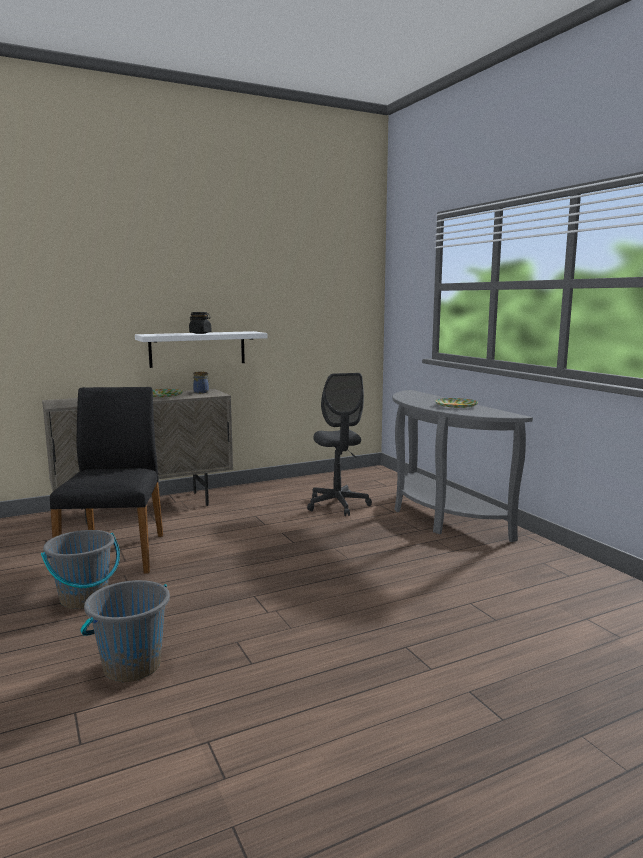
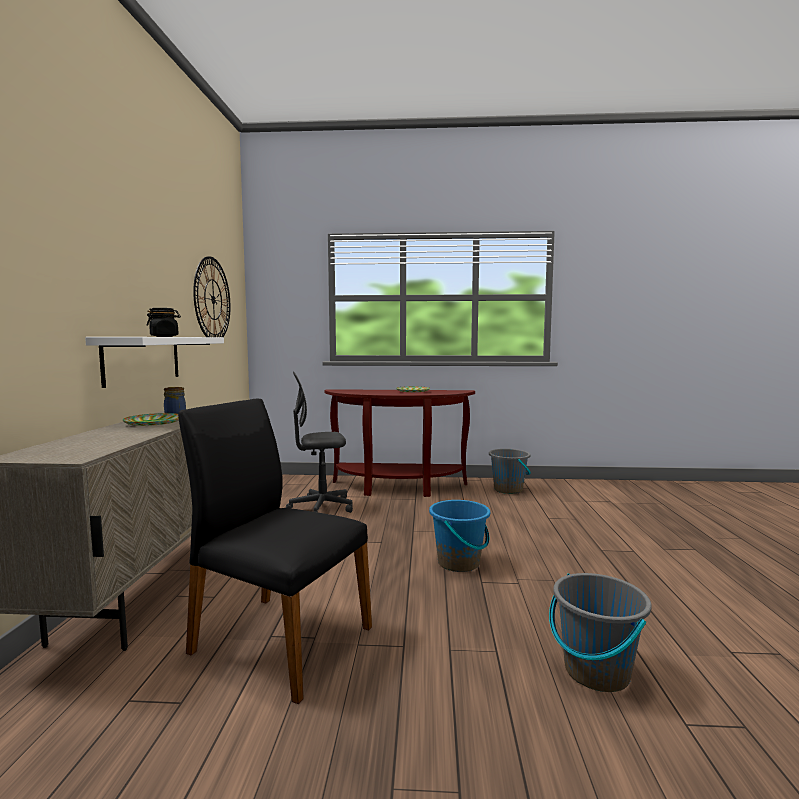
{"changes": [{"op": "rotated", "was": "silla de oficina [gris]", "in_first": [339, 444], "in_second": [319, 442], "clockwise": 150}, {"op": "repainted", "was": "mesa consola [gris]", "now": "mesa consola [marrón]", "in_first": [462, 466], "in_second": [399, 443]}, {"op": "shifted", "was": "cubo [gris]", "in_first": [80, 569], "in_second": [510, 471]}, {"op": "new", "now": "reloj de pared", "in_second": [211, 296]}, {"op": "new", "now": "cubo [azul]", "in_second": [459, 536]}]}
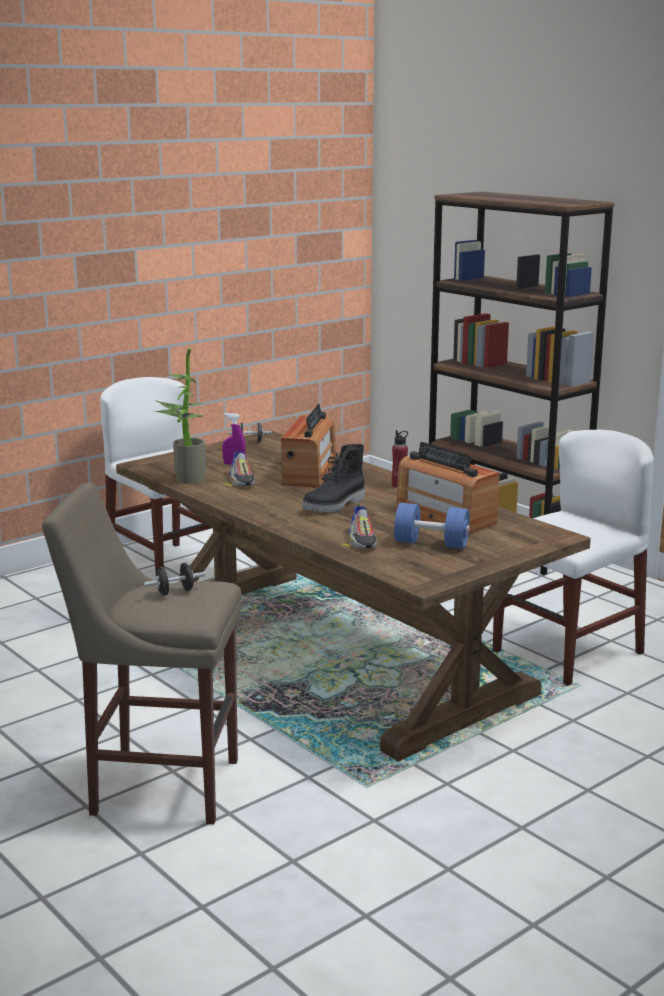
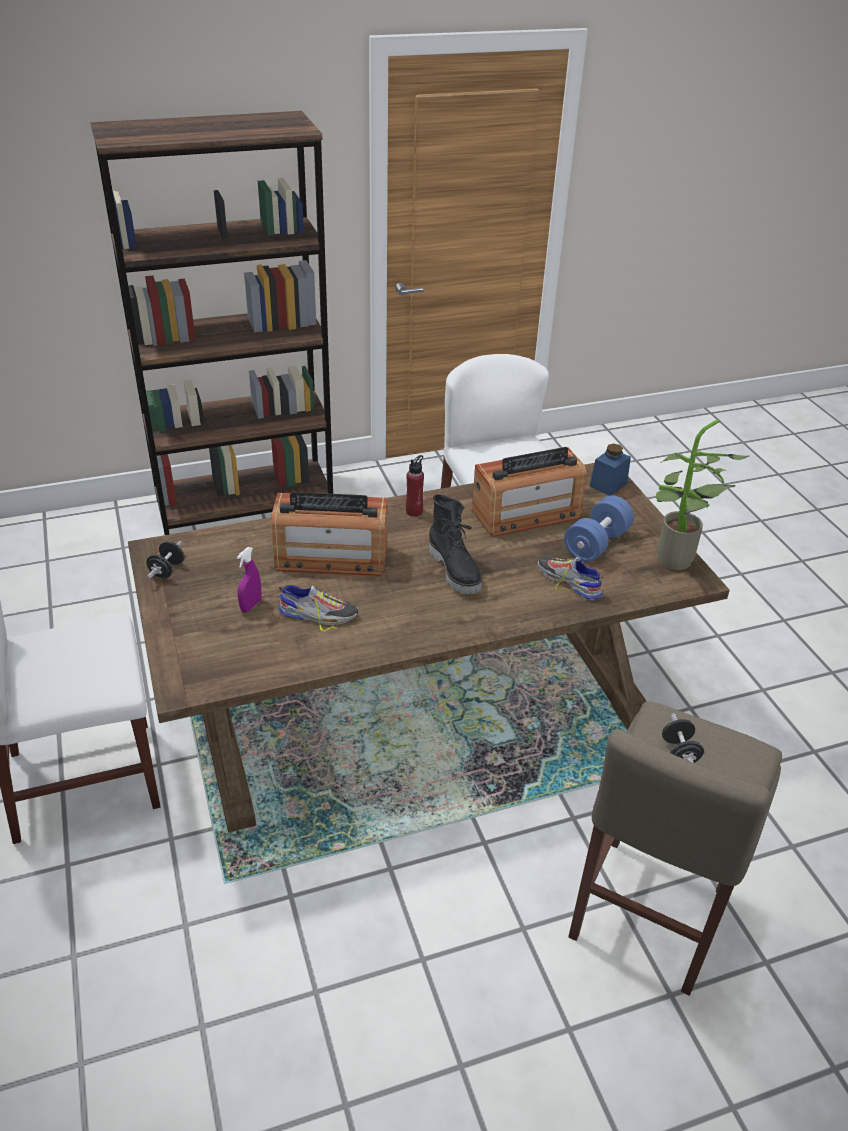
{"changes": [{"op": "shifted", "was": "planta en maceta", "in_first": [180, 415], "in_second": [703, 494]}, {"op": "rotated", "was": "radio", "in_first": [309, 445], "in_second": [329, 534], "clockwise": 150}, {"op": "rotated", "was": "zapato", "in_first": [361, 526], "in_second": [570, 578], "clockwise": -150}, {"op": "new", "now": "tarro [azul]", "in_second": [610, 470]}]}
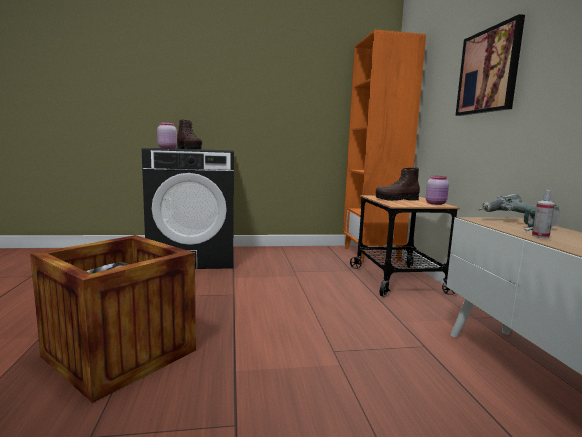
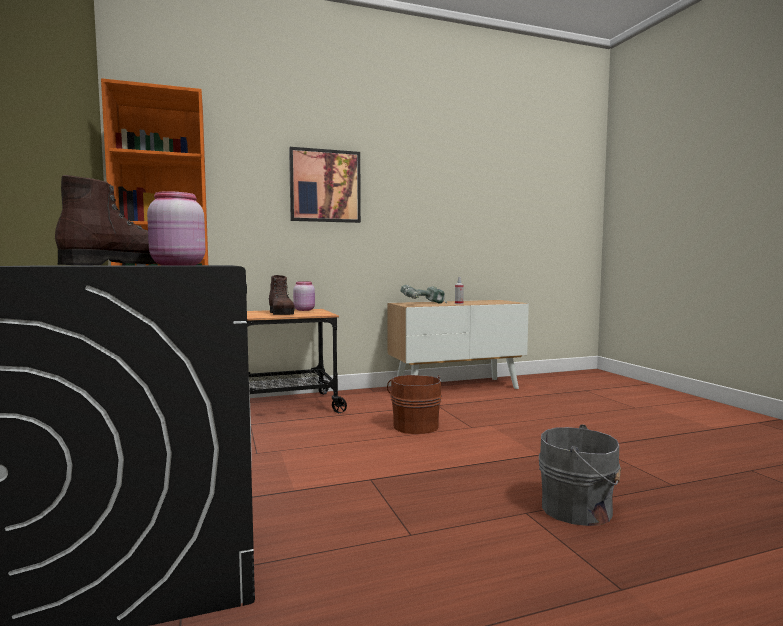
{"changes": [{"op": "swapped", "was": "caja de embalaje", "now": "cubo [gris]", "in_first": [113, 319], "in_second": [580, 475]}, {"op": "new", "now": "cubo [marrón]", "in_second": [414, 404]}]}
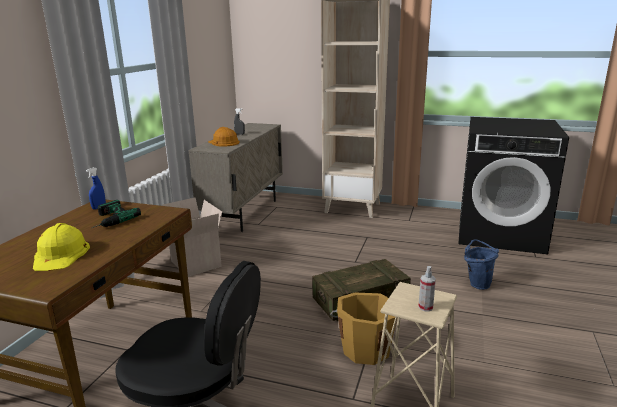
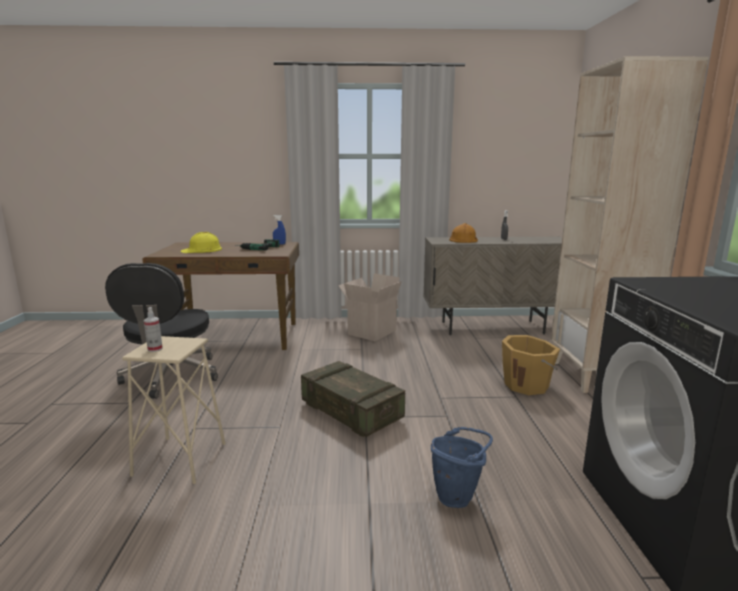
{"changes": [{"op": "shifted", "was": "cubo [naranja]", "in_first": [364, 328], "in_second": [531, 365]}]}
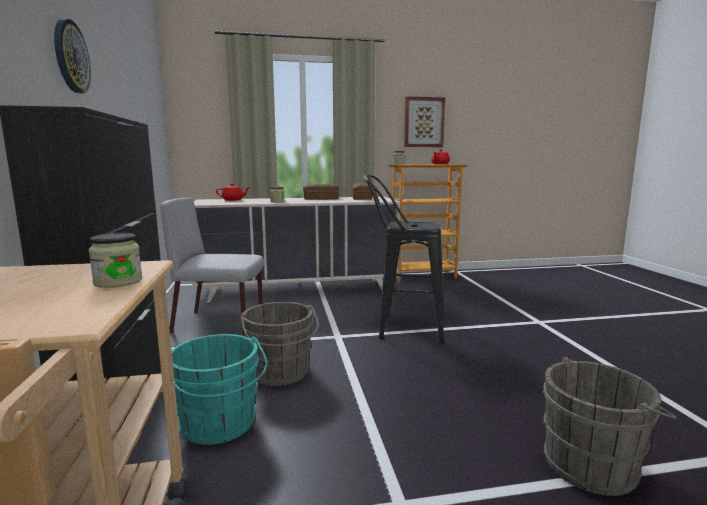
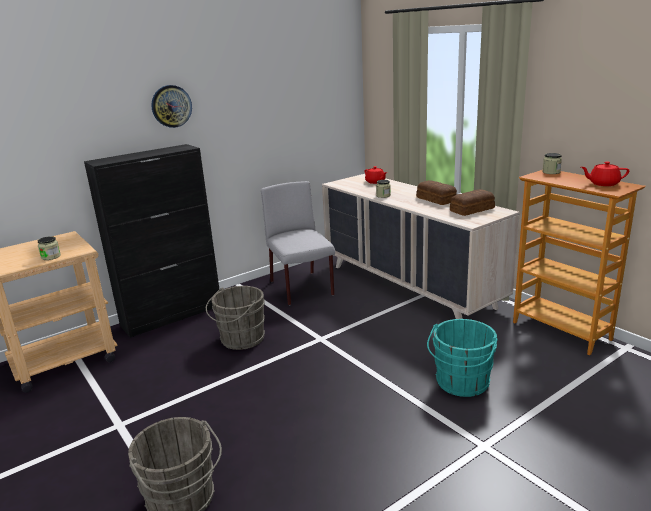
{"changes": [{"op": "gone", "was": "cuadro", "in_first": [424, 121]}, {"op": "gone", "was": "taburete [negro]", "in_first": [404, 259]}, {"op": "shifted", "was": "cubo [turquesa]", "in_first": [219, 389], "in_second": [462, 358]}]}
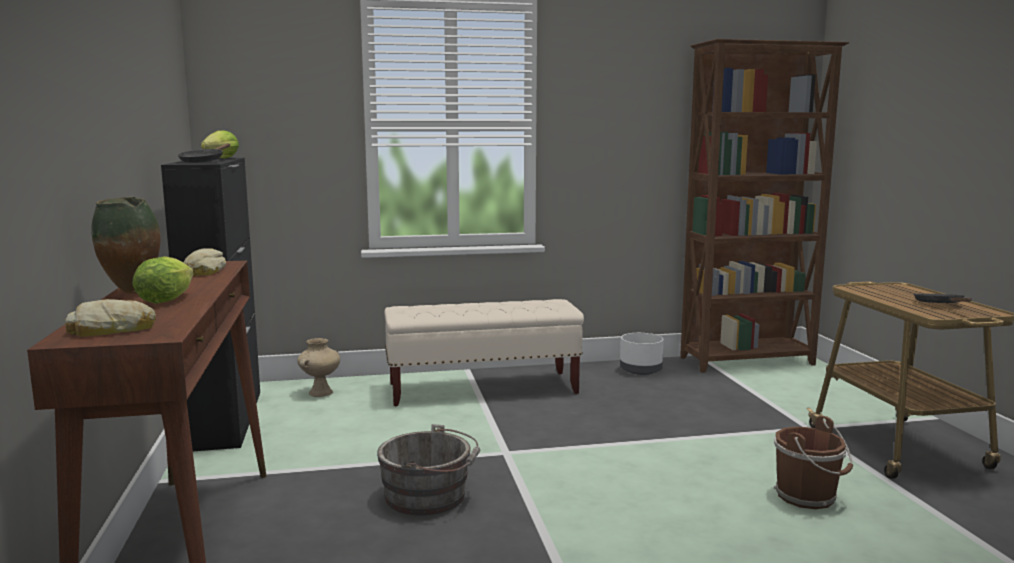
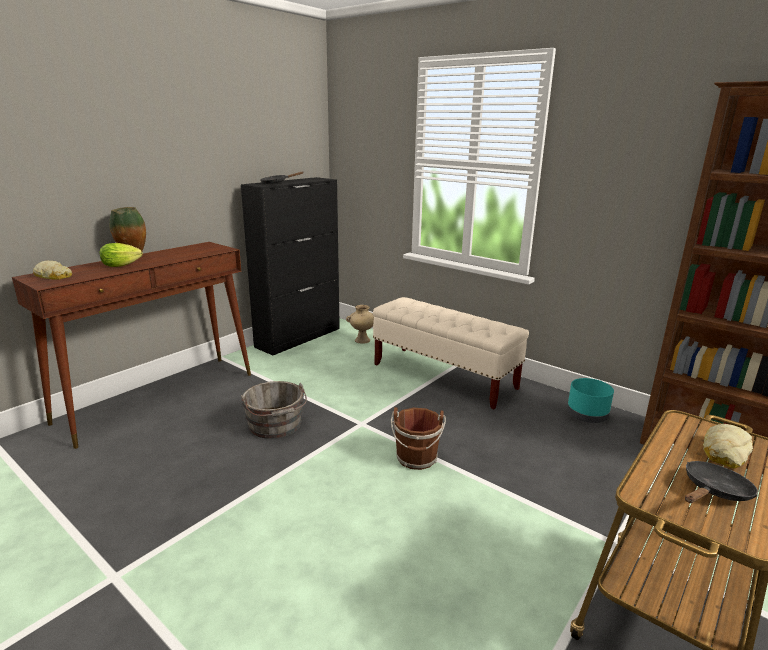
{"changes": [{"op": "gone", "was": "lechuga", "in_first": [220, 144]}, {"op": "shifted", "was": "pan", "in_first": [204, 262], "in_second": [728, 446]}, {"op": "repainted", "was": "maceta [blanco]", "now": "maceta [turquesa]", "in_first": [642, 354], "in_second": [590, 400]}, {"op": "shifted", "was": "cubo [marrón]", "in_first": [813, 462], "in_second": [418, 438]}]}
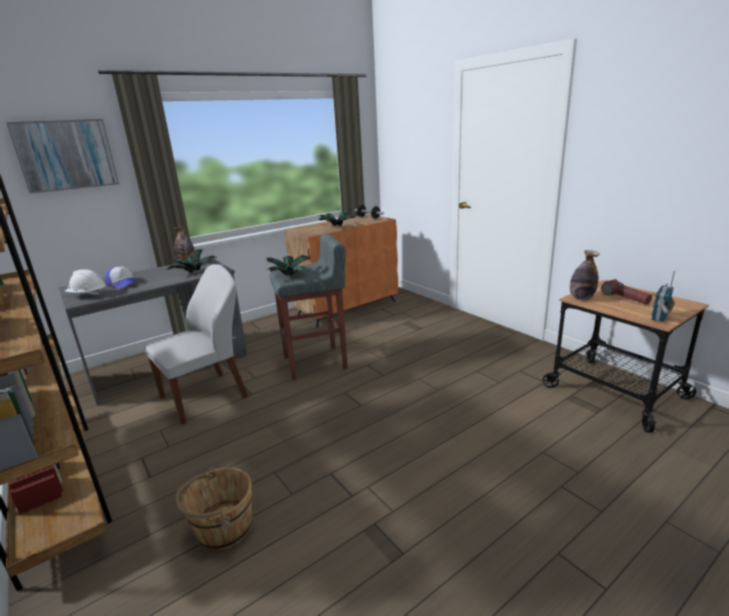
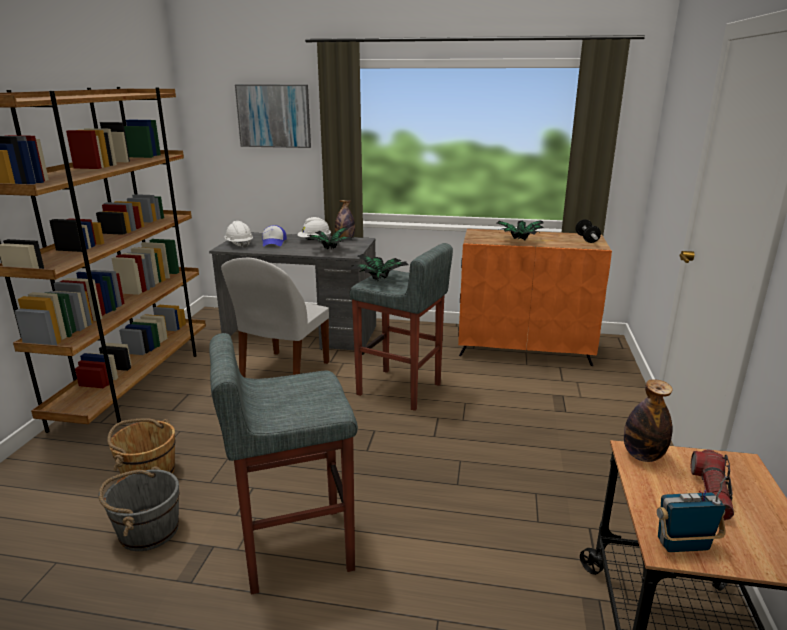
{"changes": [{"op": "rotated", "was": "silla [blanco]", "in_first": [196, 344], "in_second": [275, 317], "clockwise": 105}, {"op": "new", "now": "casco [blanco]", "in_second": [314, 227]}, {"op": "new", "now": "taburete [gris]", "in_second": [283, 464]}, {"op": "new", "now": "cubo [gris]", "in_second": [138, 508]}]}
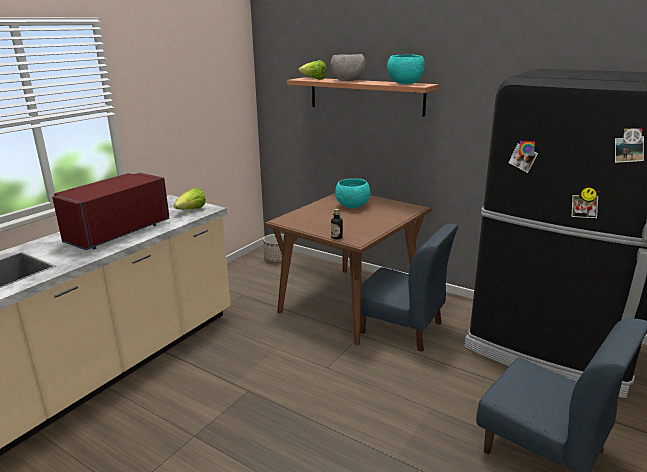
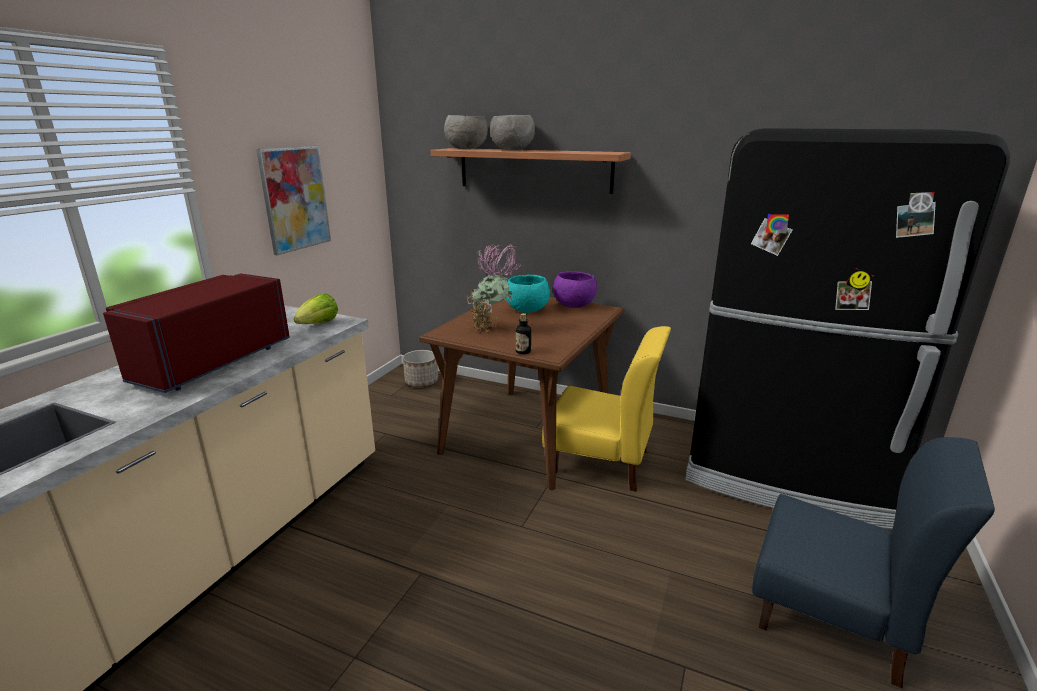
{"changes": [{"op": "gone", "was": "cuenco [turquesa]", "in_first": [406, 69]}, {"op": "swapped", "was": "lechuga", "now": "cuenco [gris]", "in_first": [312, 70], "in_second": [466, 132]}, {"op": "repainted", "was": "silla [azul]", "now": "silla [amarillo]", "in_first": [409, 288], "in_second": [606, 409]}, {"op": "new", "now": "cuadro", "in_second": [293, 200]}, {"op": "new", "now": "planta en maceta", "in_second": [493, 288]}, {"op": "new", "now": "cuenco [morado]", "in_second": [575, 289]}]}
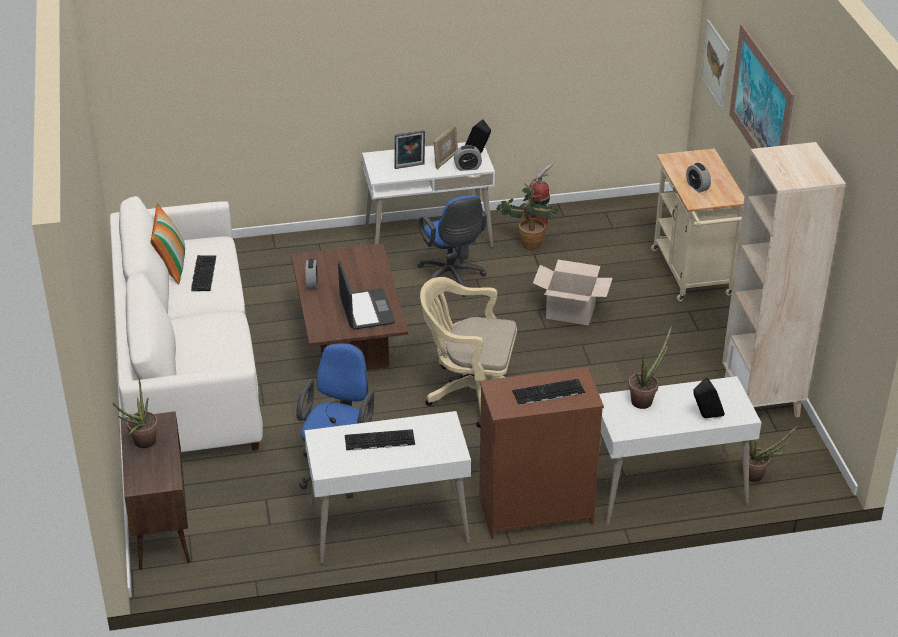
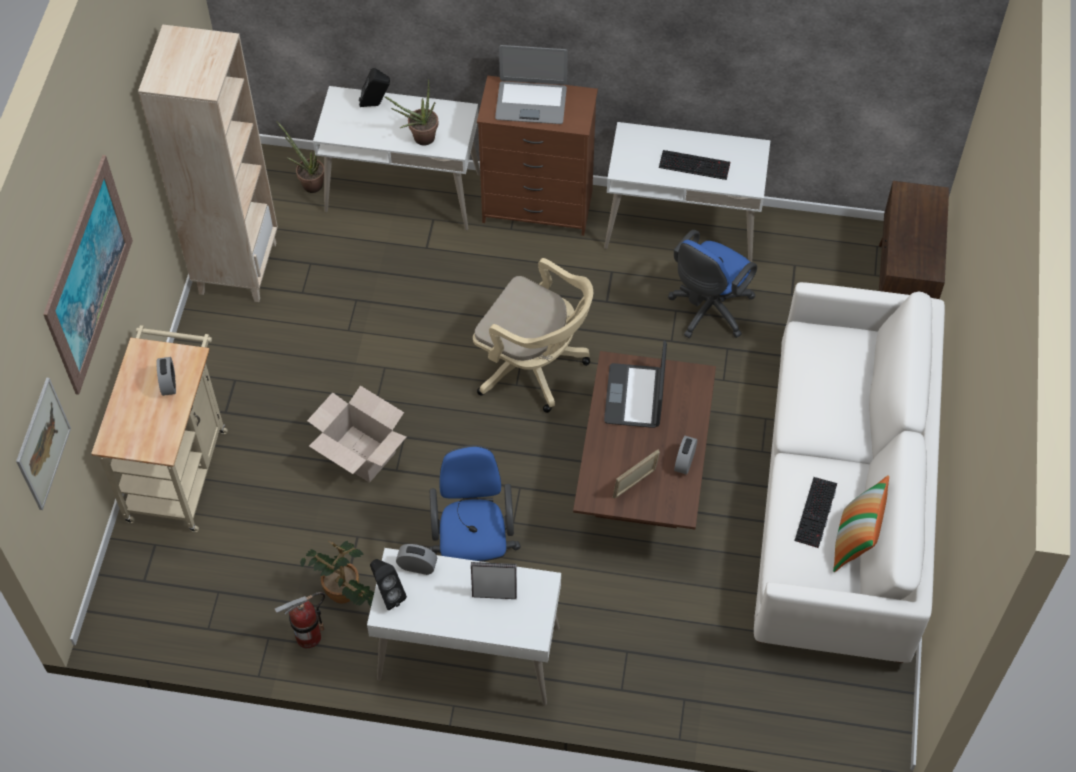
{"changes": [{"op": "shifted", "was": "portarretratos", "in_first": [445, 146], "in_second": [636, 474]}, {"op": "gone", "was": "planta en maceta", "in_first": [135, 411]}, {"op": "swapped", "was": "teclado", "now": "portátil", "in_first": [548, 392], "in_second": [531, 84]}]}
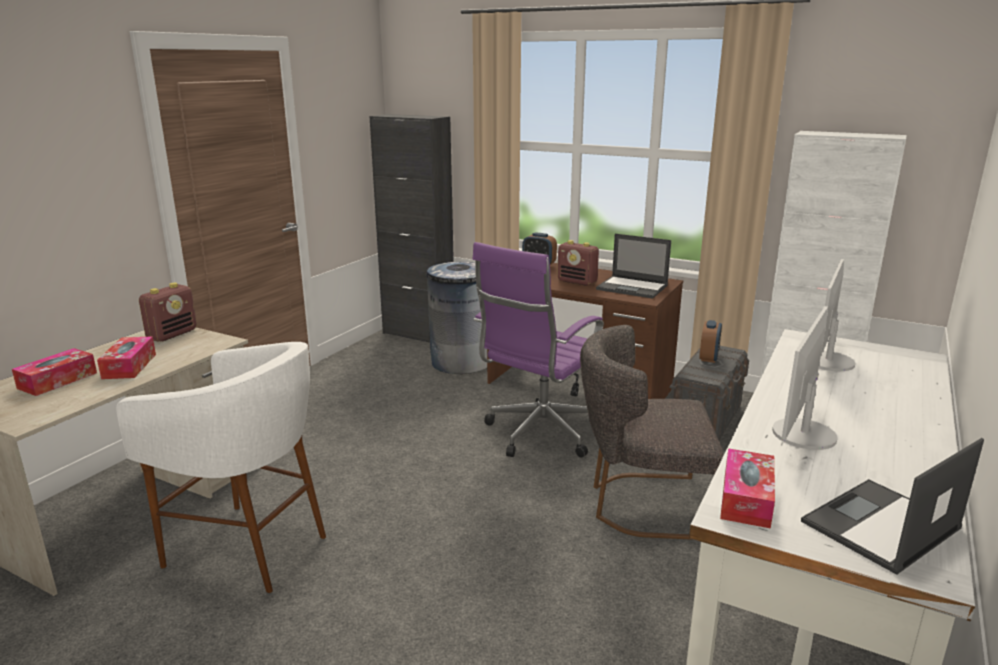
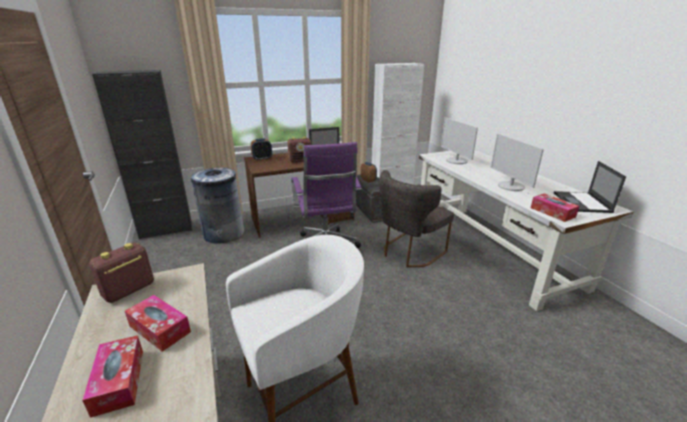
{"changes": [{"op": "rotated", "was": "radio", "in_first": [168, 312], "in_second": [121, 273], "clockwise": -120}]}
